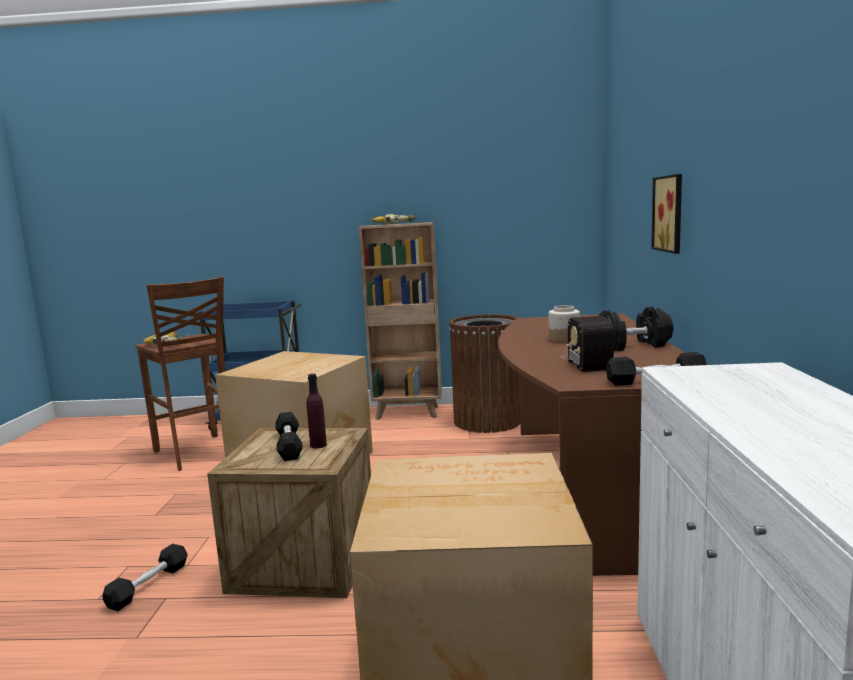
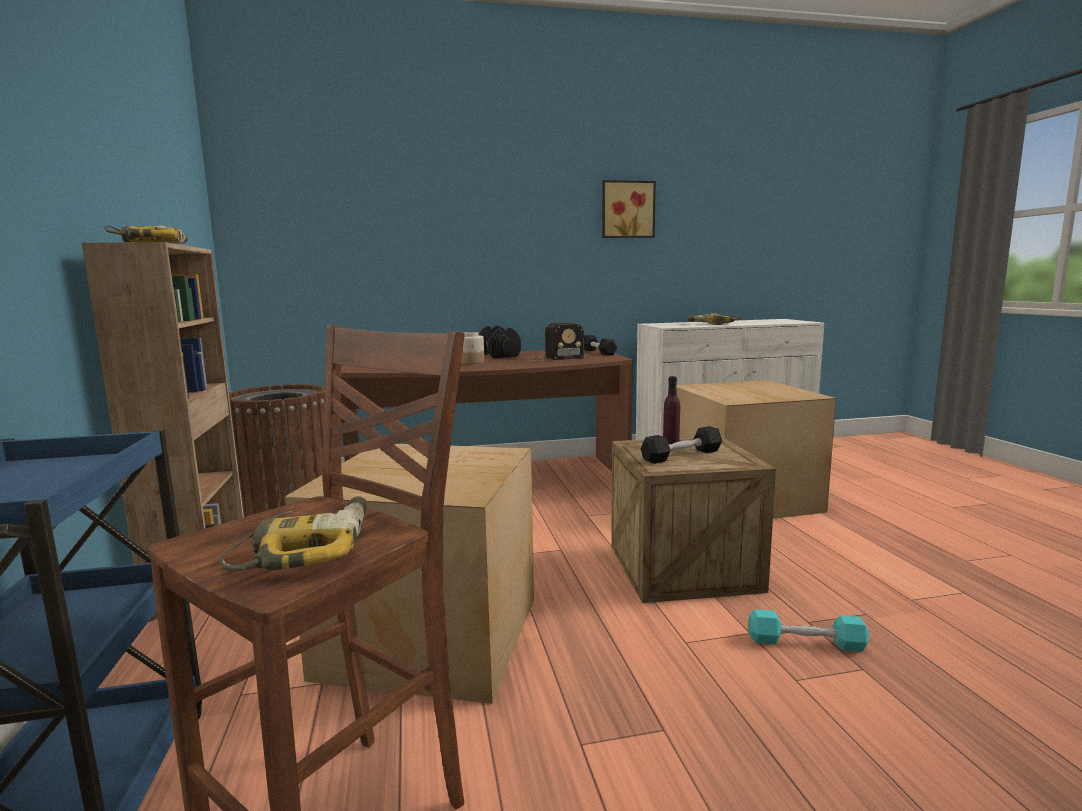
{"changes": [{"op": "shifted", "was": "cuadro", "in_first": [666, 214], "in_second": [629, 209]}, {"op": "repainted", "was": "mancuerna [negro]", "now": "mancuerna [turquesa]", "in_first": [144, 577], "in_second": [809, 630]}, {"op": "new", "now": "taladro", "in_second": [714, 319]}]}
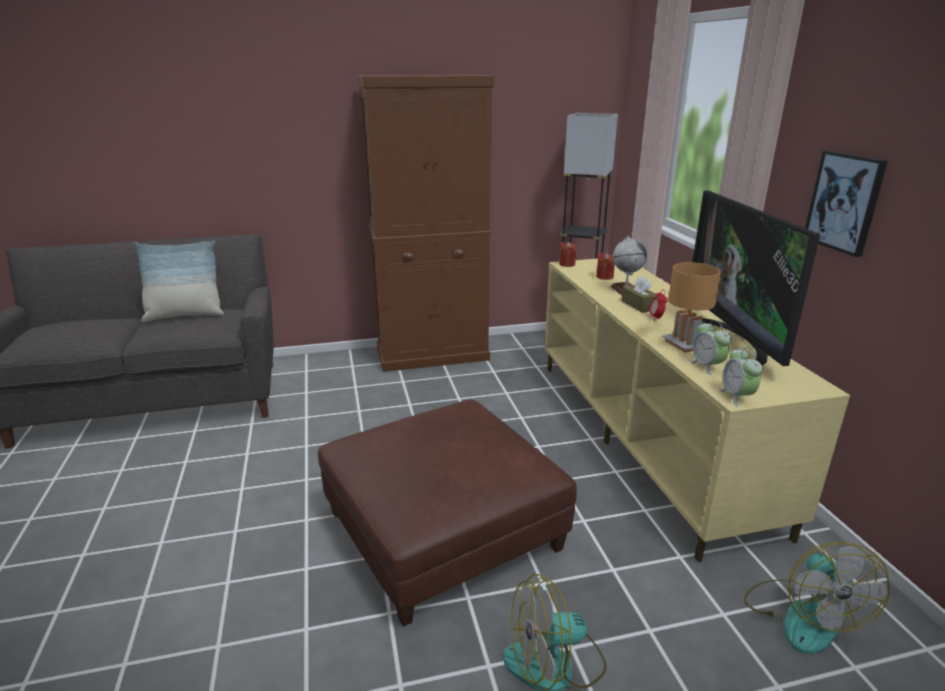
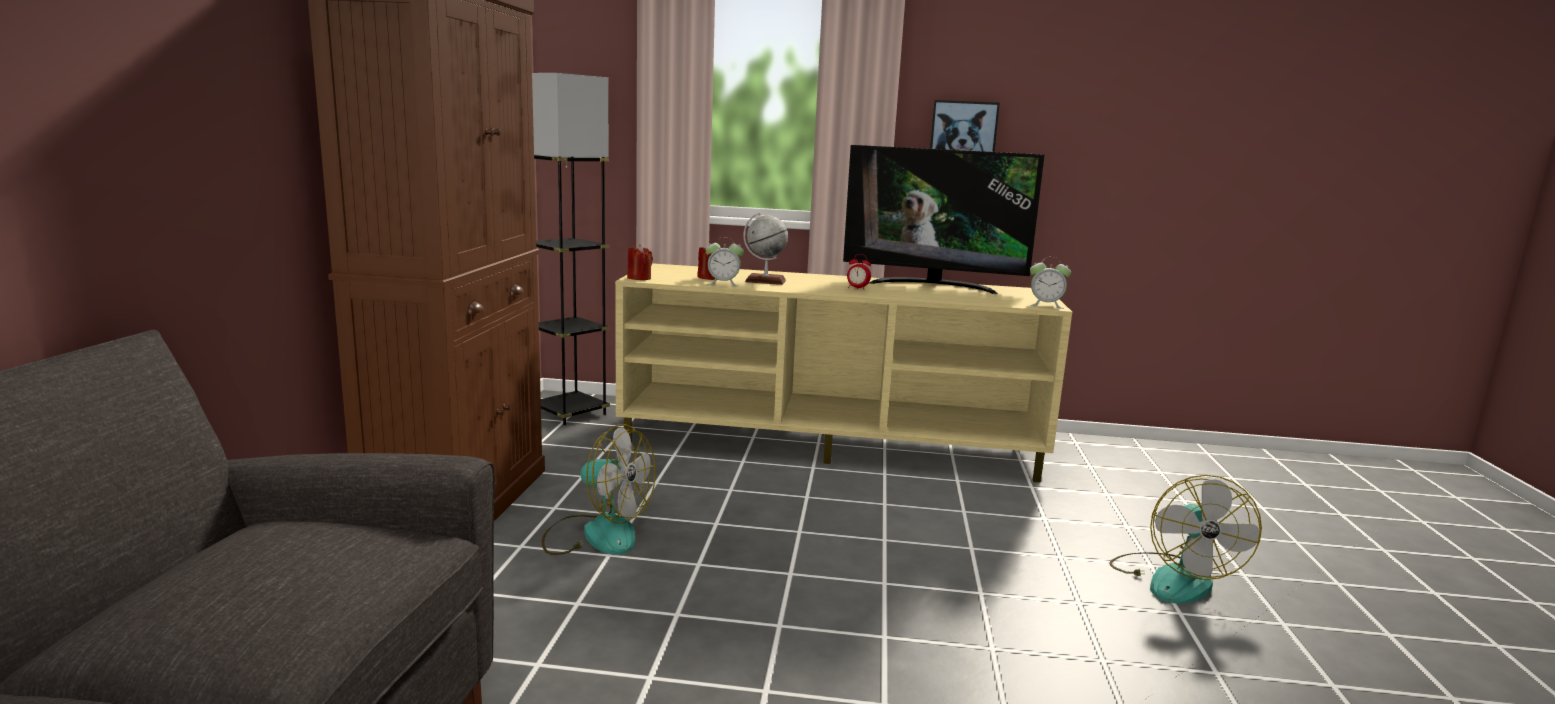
{"changes": [{"op": "gone", "was": "cojín", "in_first": [179, 281]}, {"op": "gone", "was": "lámpara de mesa [marrón]", "in_first": [691, 307]}, {"op": "gone", "was": "caja de pañuelos [marrón]", "in_first": [640, 294]}, {"op": "shifted", "was": "despertador", "in_first": [710, 347], "in_second": [725, 261]}, {"op": "gone", "was": "puf [marrón]", "in_first": [447, 513]}, {"op": "shifted", "was": "ventilador", "in_first": [817, 598], "in_second": [599, 489]}]}
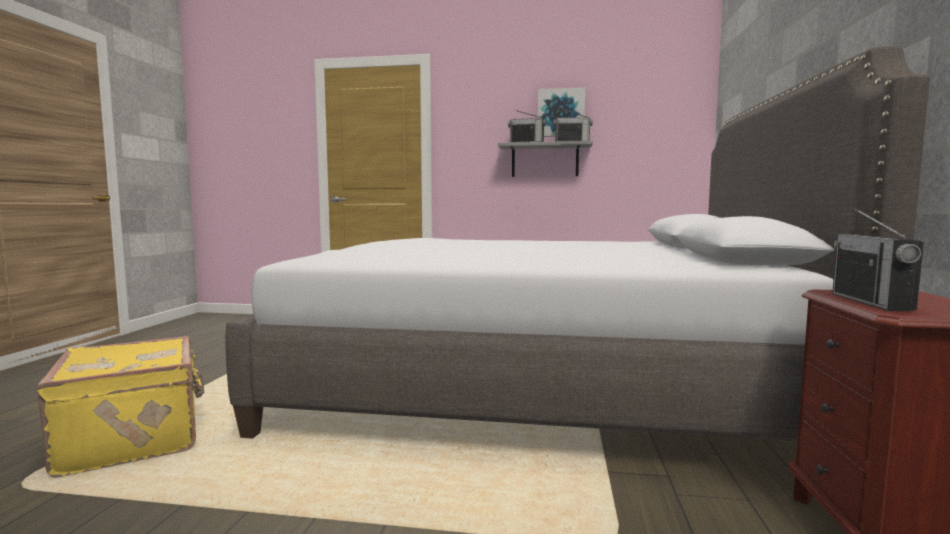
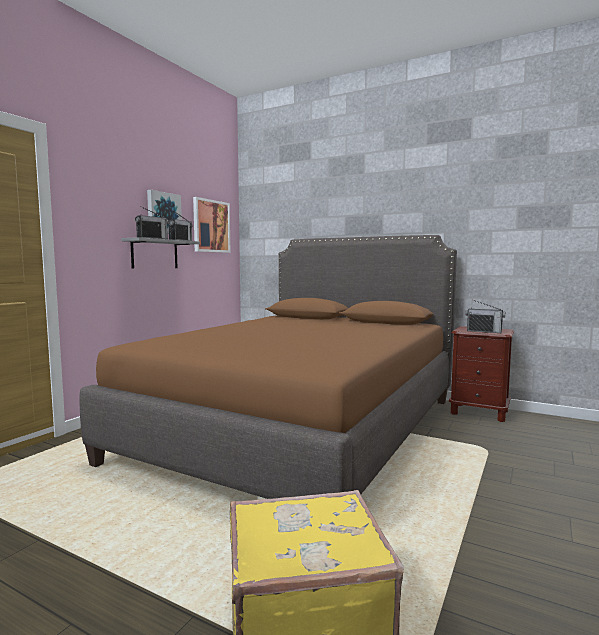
{"changes": [{"op": "repainted", "was": "cama [gris]", "now": "cama [marrón]", "in_first": [577, 243], "in_second": [268, 367]}, {"op": "new", "now": "cuadro", "in_second": [212, 225]}]}
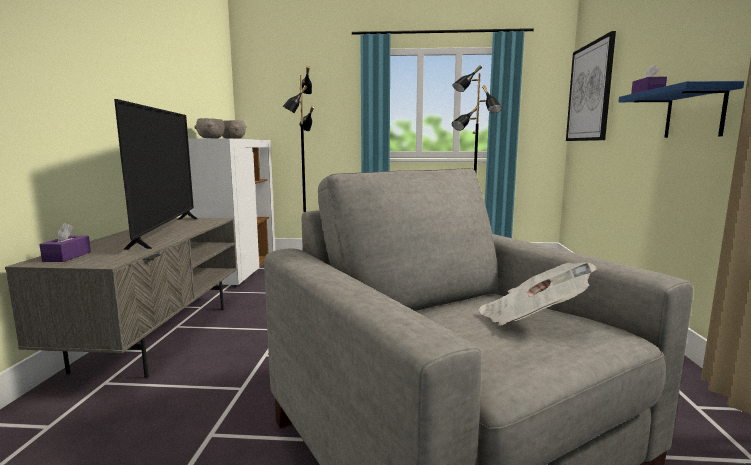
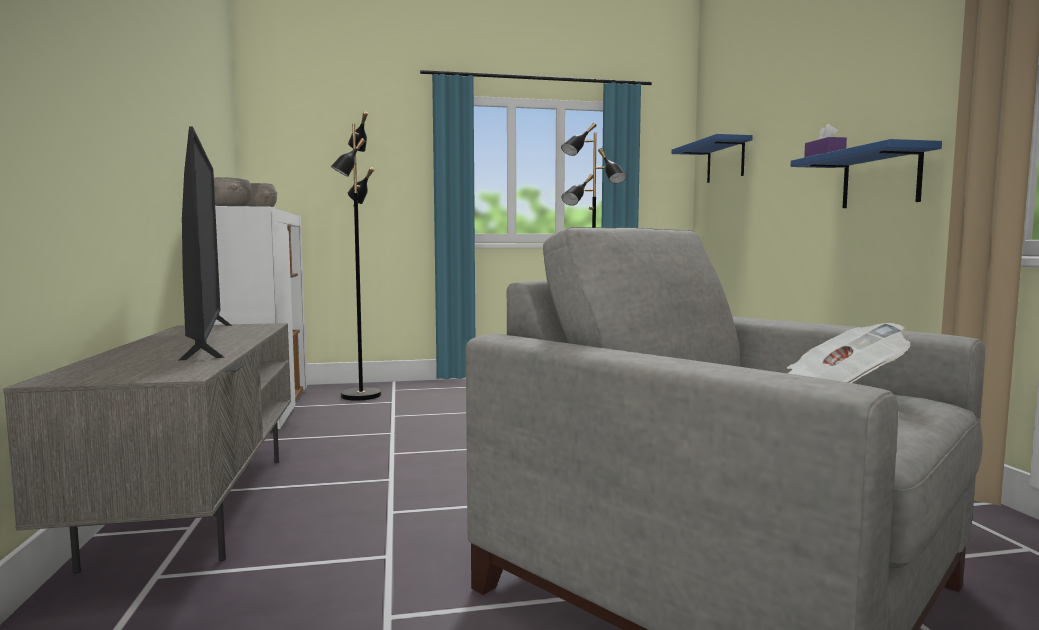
{"changes": [{"op": "swapped", "was": "cuadro", "now": "estante [azul]", "in_first": [591, 86], "in_second": [712, 158]}, {"op": "gone", "was": "caja de pañuelos [morado]", "in_first": [65, 242]}]}
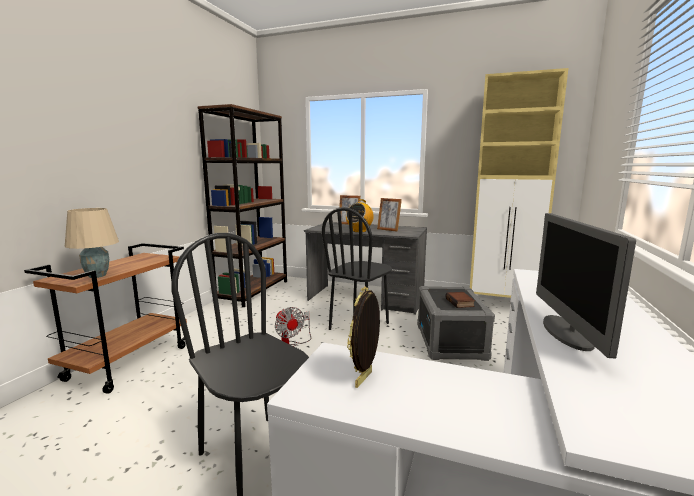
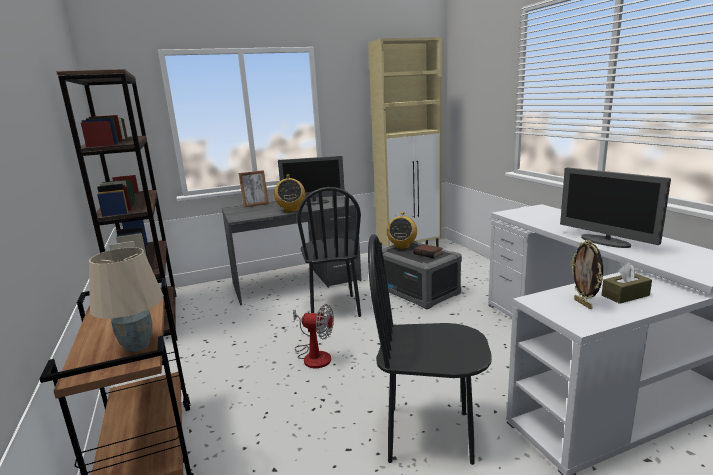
{"changes": [{"op": "swapped", "was": "portarretratos", "now": "monitor", "in_first": [389, 215], "in_second": [311, 180]}, {"op": "new", "now": "radio", "in_second": [402, 230]}, {"op": "new", "now": "caja de pañuelos [marrón]", "in_second": [627, 283]}]}
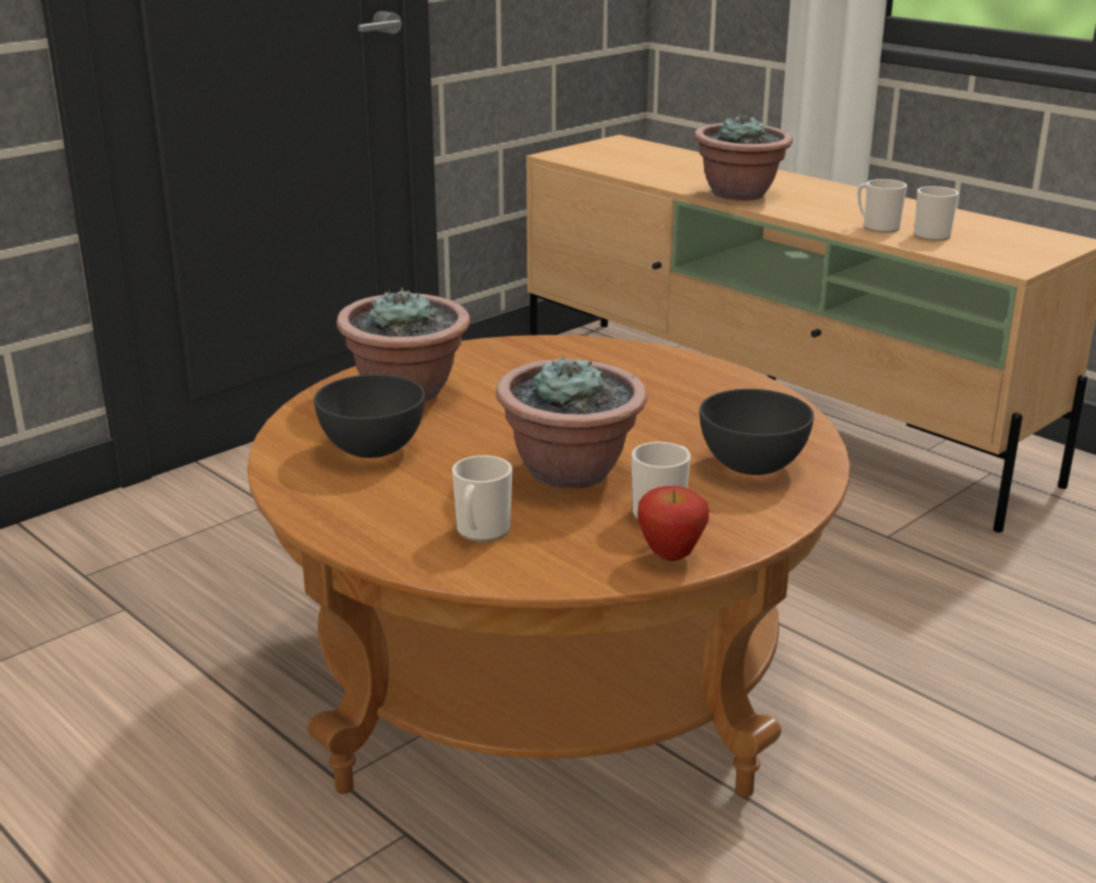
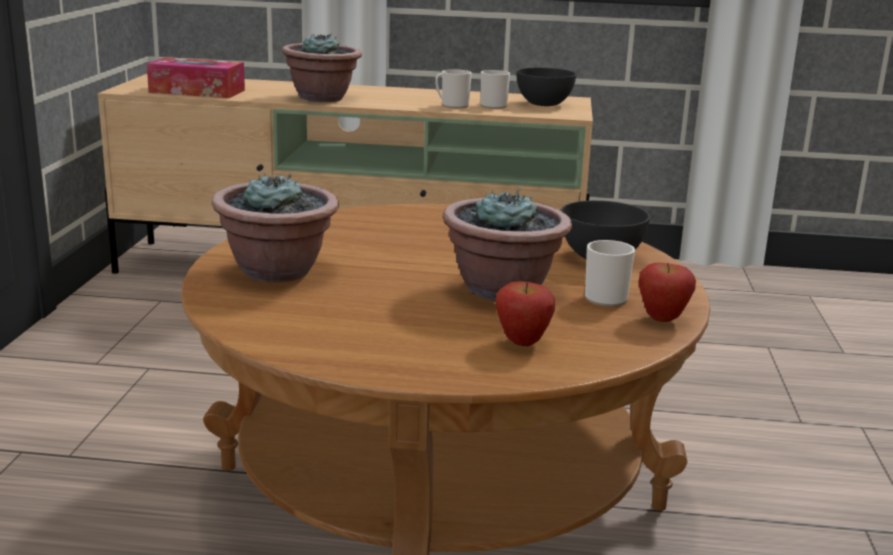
{"changes": [{"op": "shifted", "was": "cuenco [gris]", "in_first": [369, 416], "in_second": [546, 87]}, {"op": "swapped", "was": "taza grande", "now": "manzana", "in_first": [482, 498], "in_second": [525, 313]}, {"op": "new", "now": "caja de pañuelos", "in_second": [196, 77]}]}
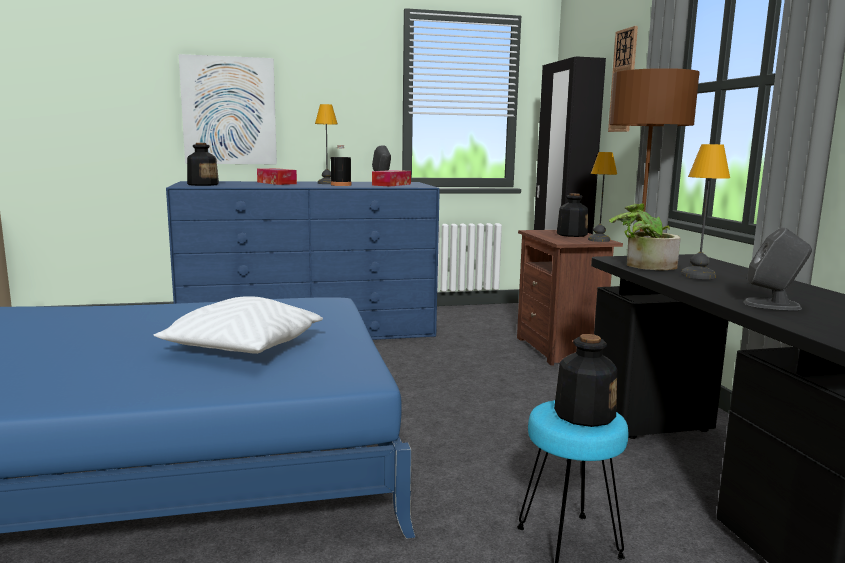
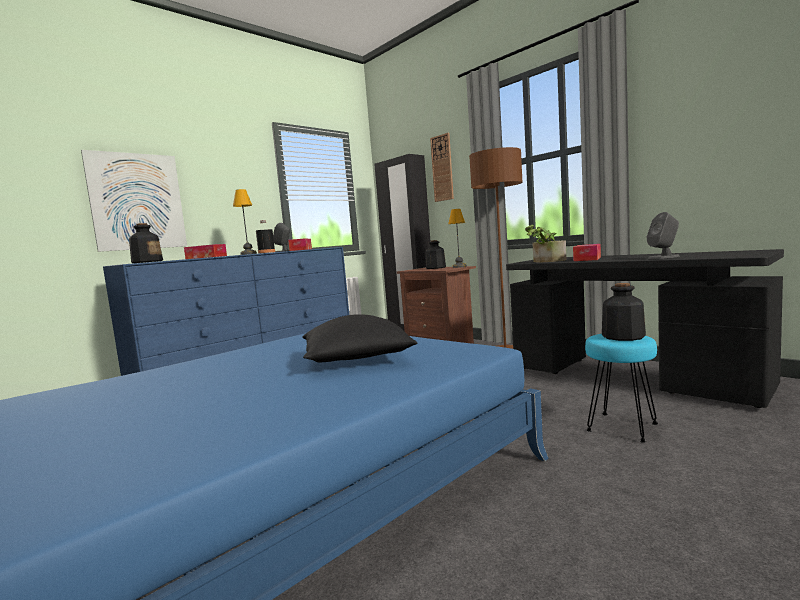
{"changes": [{"op": "swapped", "was": "lámpara de mesa", "now": "caja de pañuelos", "in_first": [705, 211], "in_second": [587, 252]}, {"op": "repainted", "was": "cojín [blanco]", "now": "cojín [negro]", "in_first": [238, 325], "in_second": [359, 338]}]}
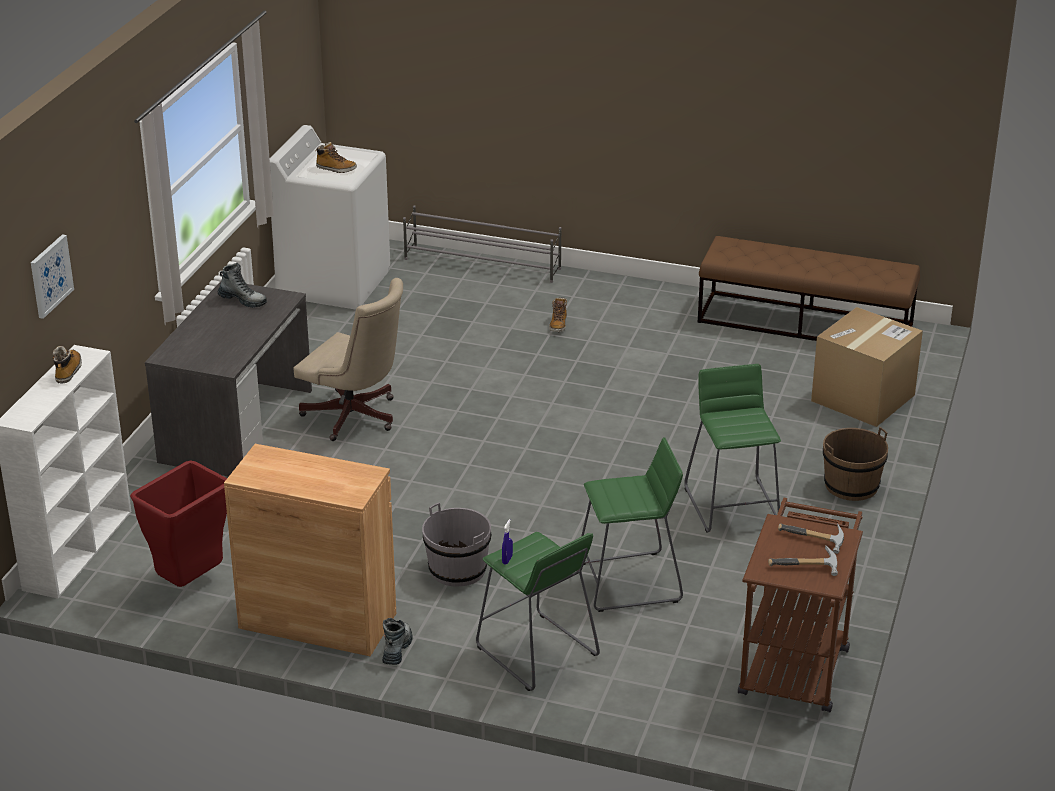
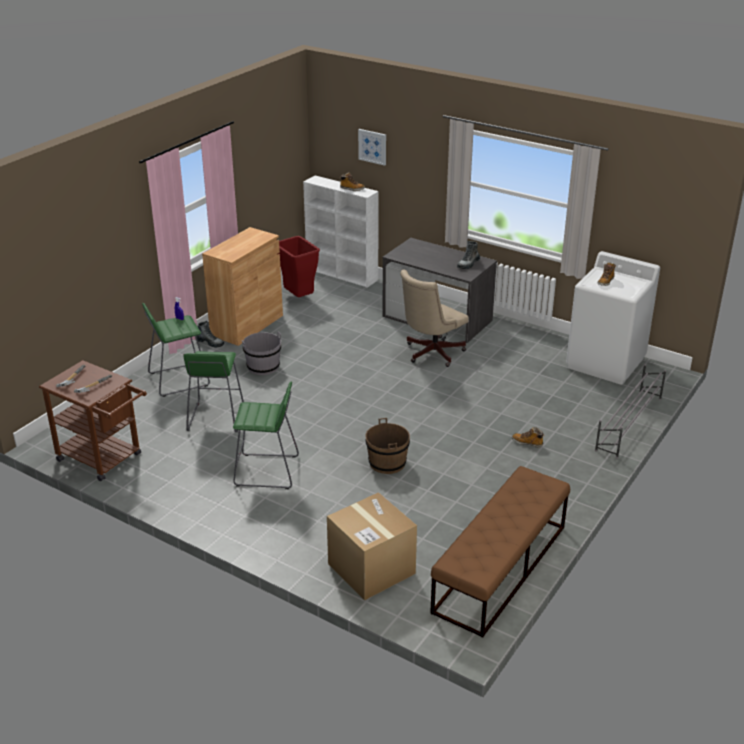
{"changes": [{"op": "shifted", "was": "cubo [marrón]", "in_first": [855, 464], "in_second": [387, 446]}]}
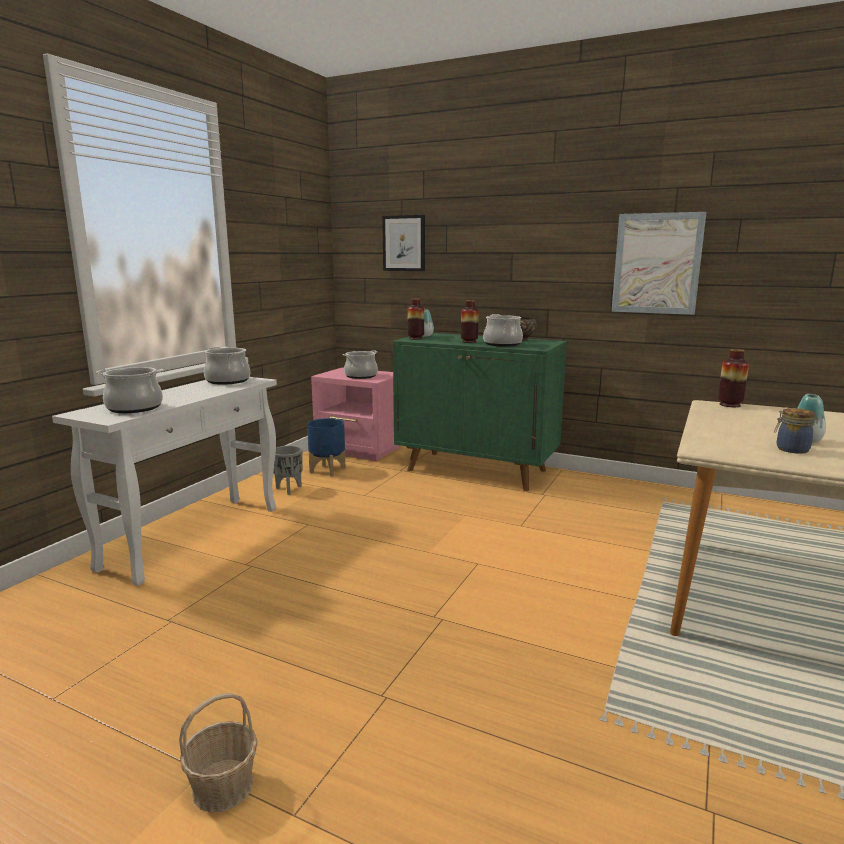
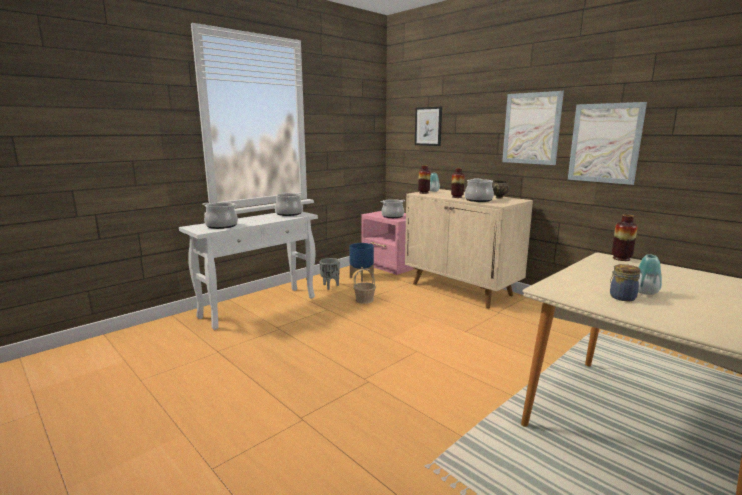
{"changes": [{"op": "repainted", "was": "armario [verde]", "now": "armario [beis]", "in_first": [480, 412], "in_second": [469, 248]}, {"op": "shifted", "was": "cesta", "in_first": [218, 753], "in_second": [364, 286]}, {"op": "new", "now": "cuadro", "in_second": [533, 128]}]}
